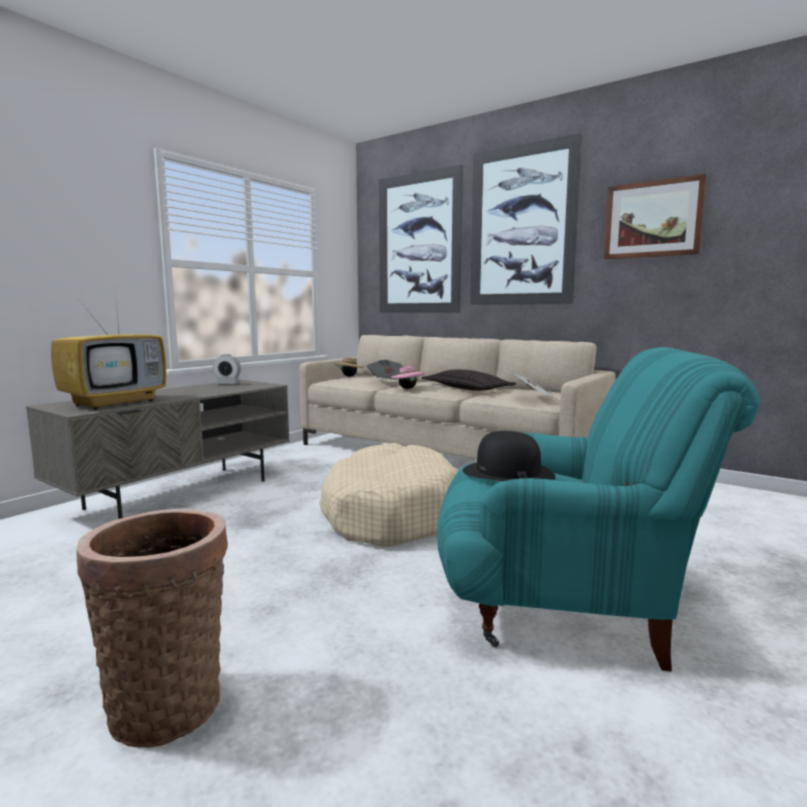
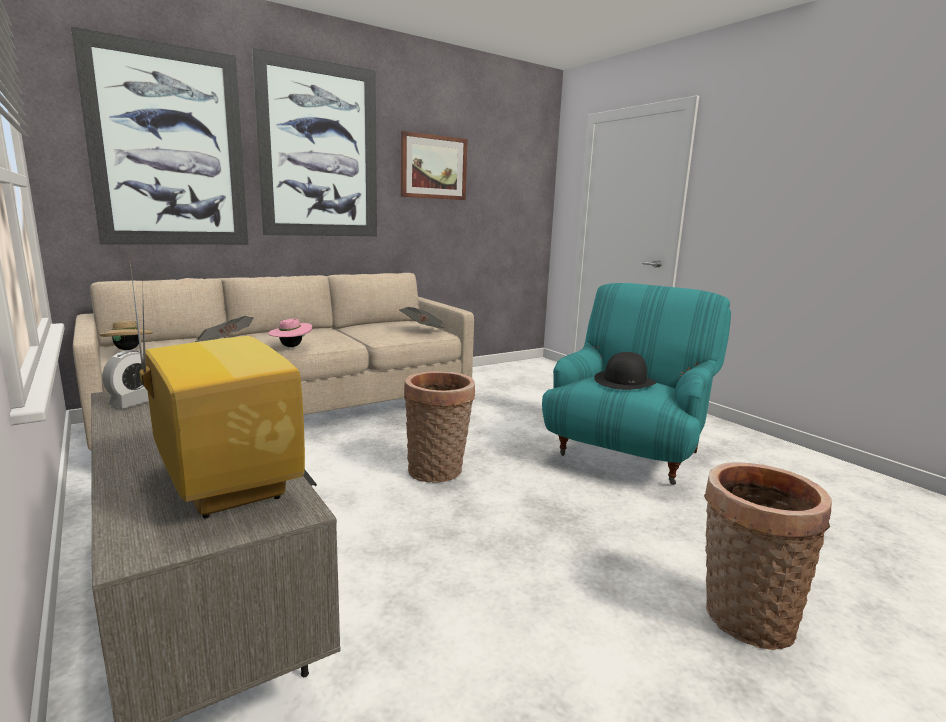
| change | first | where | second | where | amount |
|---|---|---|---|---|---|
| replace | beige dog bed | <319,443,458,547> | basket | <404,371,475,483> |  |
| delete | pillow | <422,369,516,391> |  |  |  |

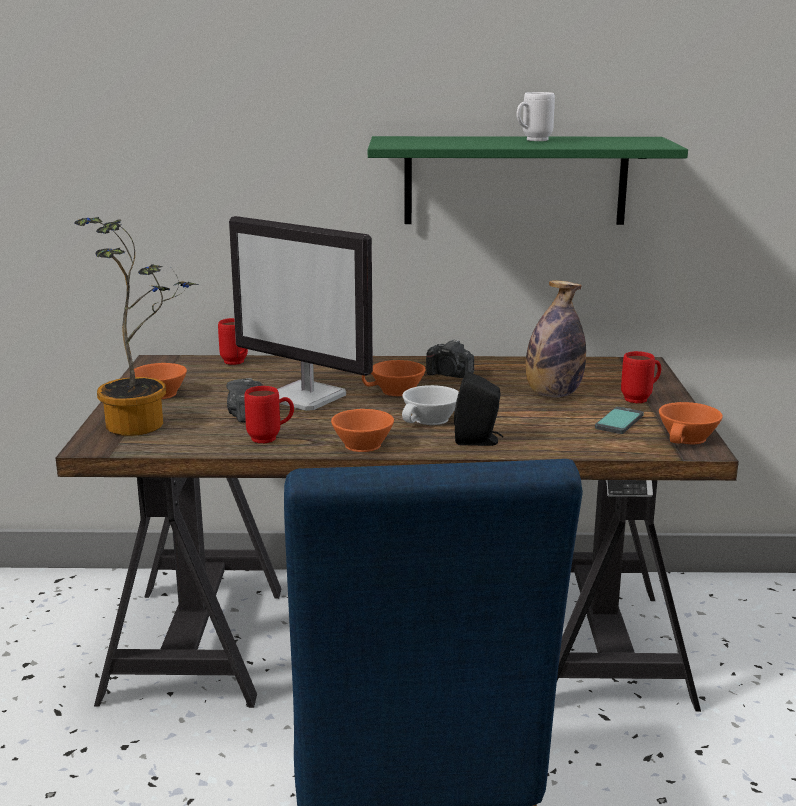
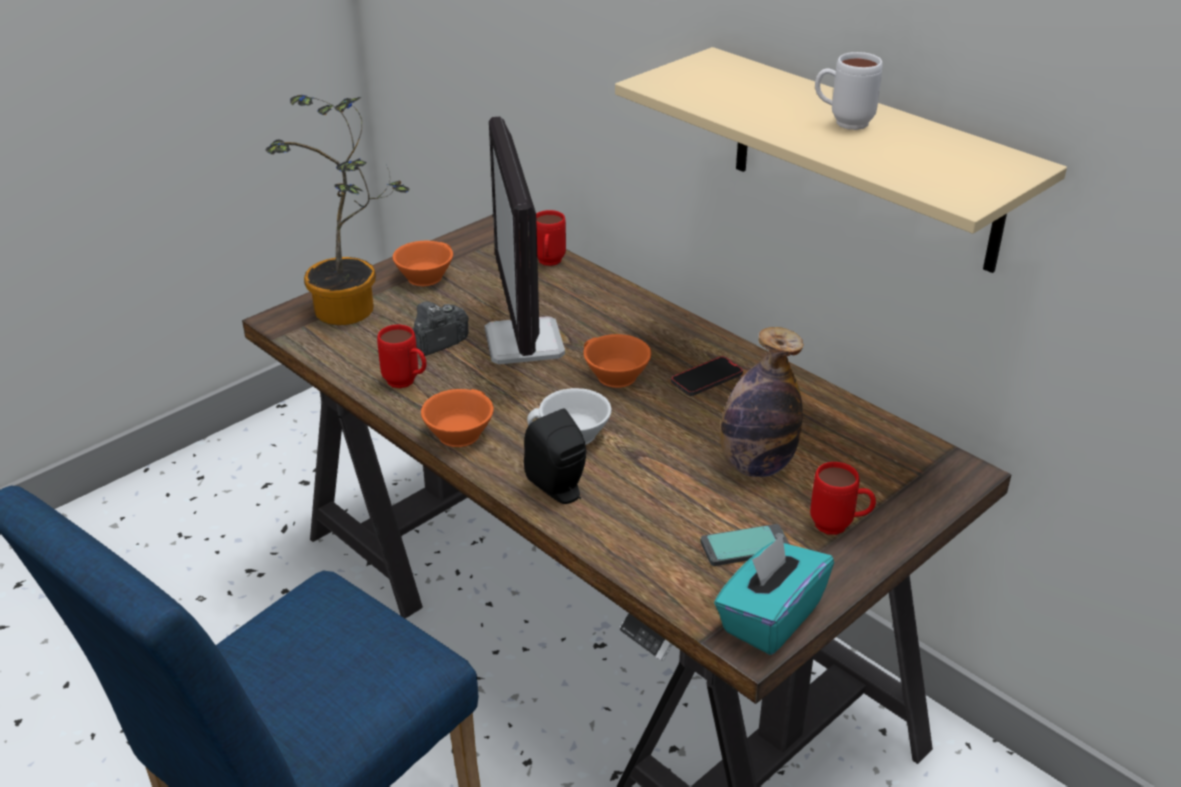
| change | first | where | second | where | amount |
|---|---|---|---|---|---|
| recolor | green shelf | <368,136,688,225> | beige shelf | <615,47,1067,273> |  |
| replace | photo camera | <426,339,474,378> | phone | <671,356,743,396> |  |
| replace | orange cup | <659,402,723,444> | turquoise tissue box | <714,534,834,655> |  |

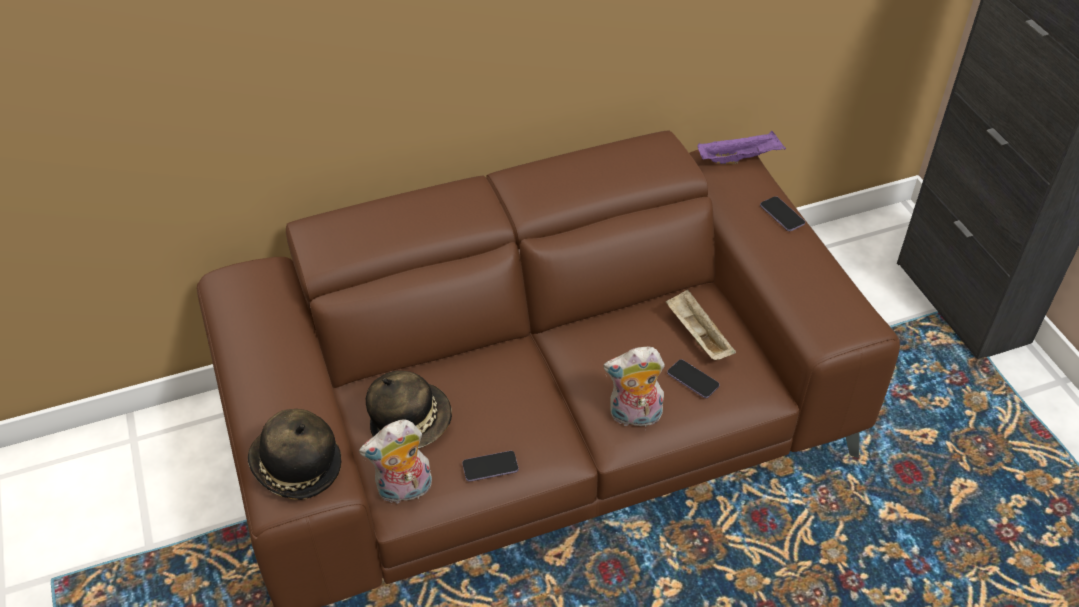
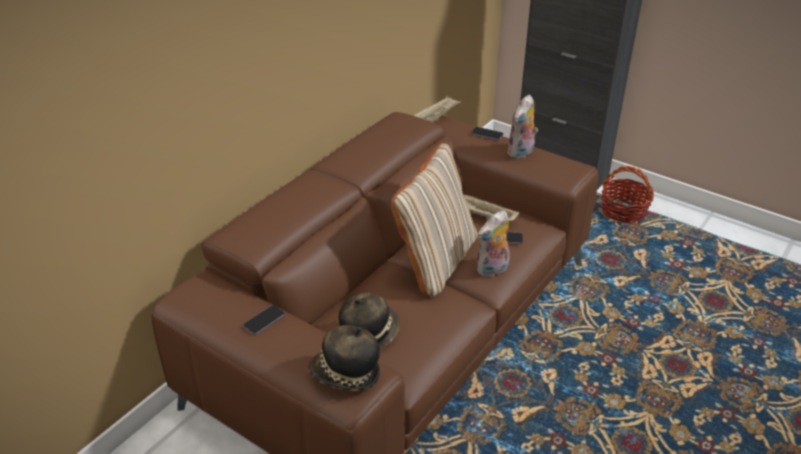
| change | first | where | second | where | amount |
|---|---|---|---|---|---|
| move | plush toy | <359,419,432,504> |  | <507,94,538,159> |  |
| move | phone | <462,451,519,482> |  | <243,305,285,335> |  |
| recolor | purple tray | <698,131,786,164> | beige tray | <414,96,461,122> |  |
| insert |  |  | beige pillow | <391,143,478,298> |  |
| insert |  |  | basket | <602,166,654,224> |  |

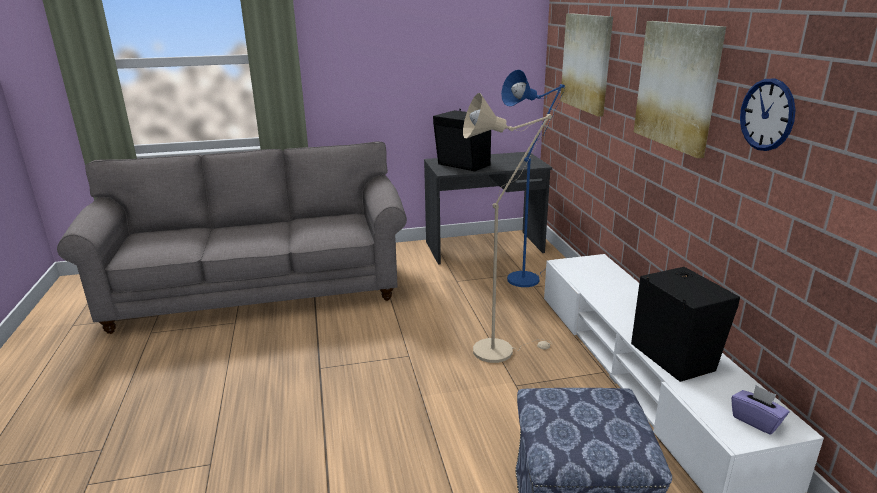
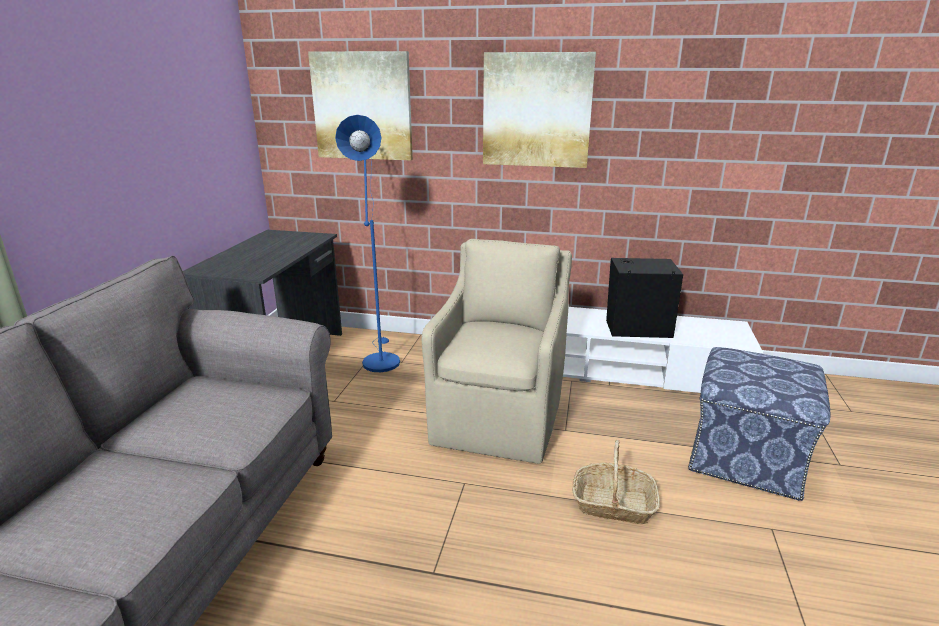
| change | first | where | second | where | amount |
|---|---|---|---|---|---|
| delete | black speaker | <433,109,491,171> |  |  |  |
| replace | beige floor lamp | <463,93,552,363> | beige armchair | <422,239,572,464> |  |
| delete | purple tissue box | <731,385,789,435> |  |  |  |
| delete | wall clock | <740,78,795,151> |  |  |  |
| insert |  |  | basket | <573,440,660,524> |  |

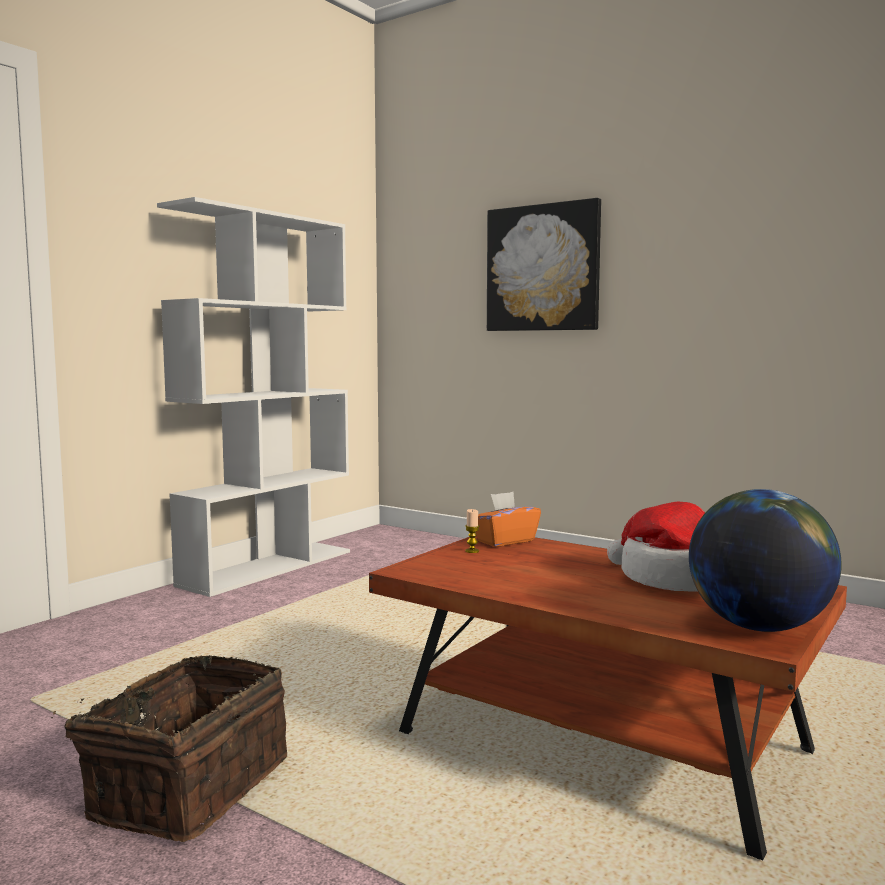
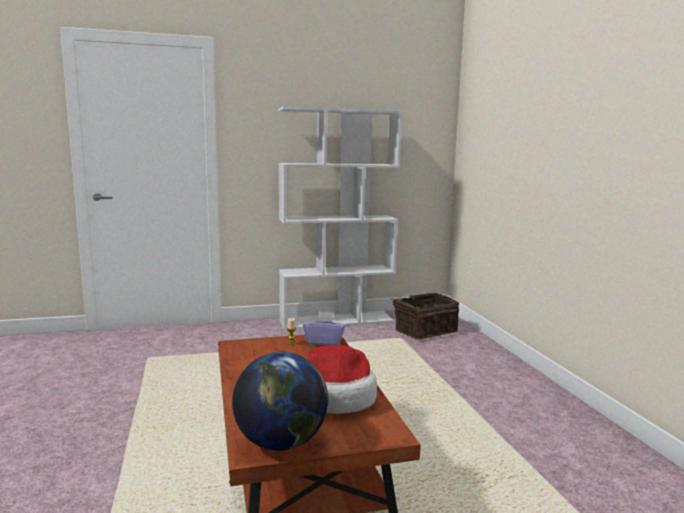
| change | first | where | second | where | amount |
|---|---|---|---|---|---|
| move | basket | <51,655,287,842> |  | <392,293,459,339> |  |
| recolor | orange tissue box | <475,492,541,547> | purple tissue box | <303,311,345,346> |  |
| delete | picture | <487,198,601,331> |  |  |  |

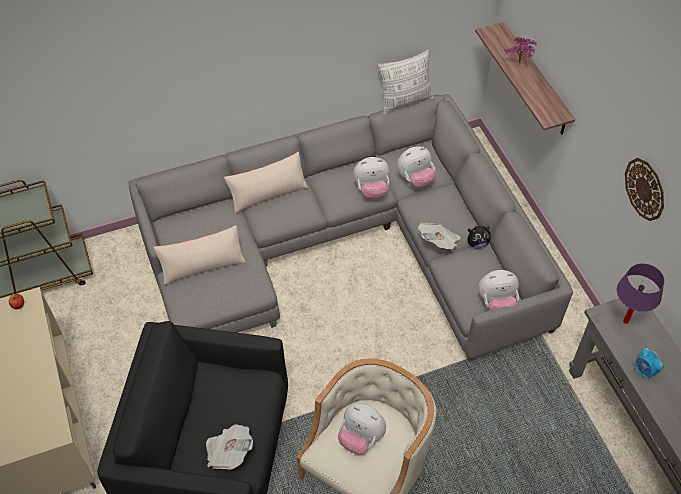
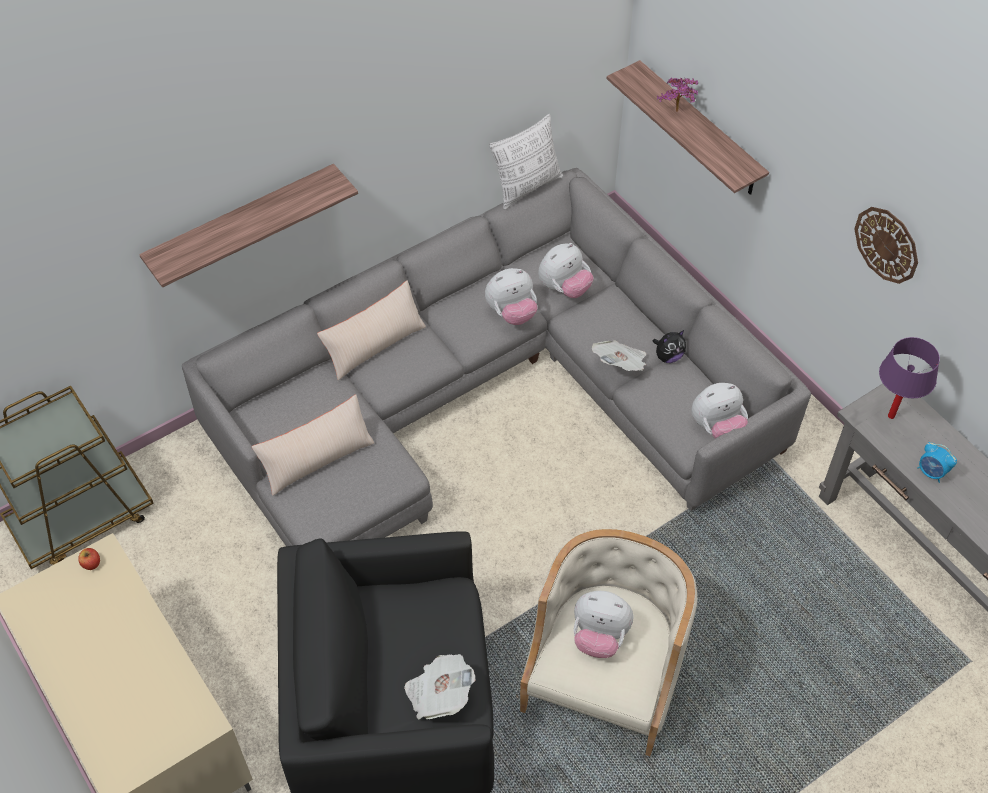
| change | first | where | second | where | amount |
|---|---|---|---|---|---|
| insert |  |  | shelf | <139,164,358,287> |  |

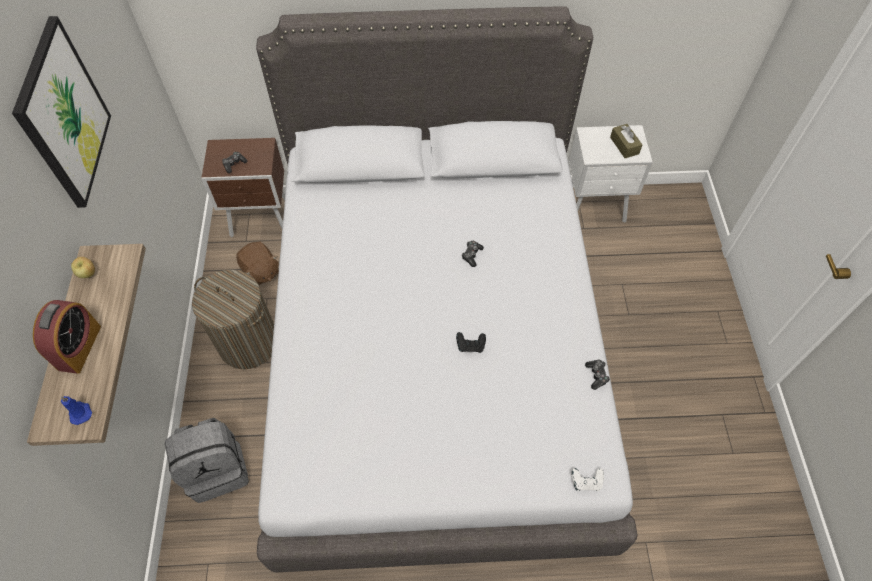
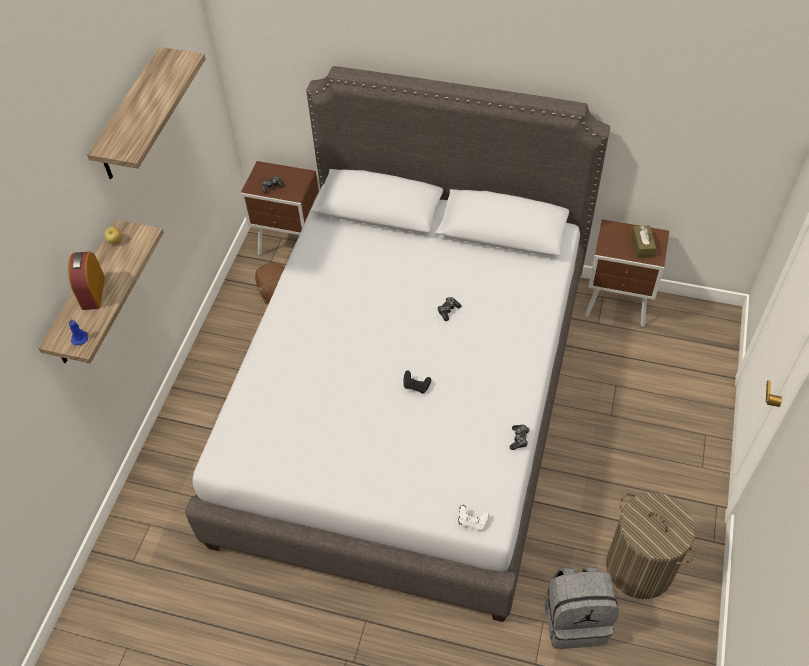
| change | first | where | second | where | amount |
|---|---|---|---|---|---|
| replace | picture | <12,16,111,208> | shelf | <87,47,206,179> |  |
| rotate | alarm clock | <33,300,101,374> |  | <68,251,105,310> | 150 degrees clockwise |
| move | grey backpack | <165,418,249,503> |  | <545,567,619,649> |  |
| move | laundry basket | <192,270,274,369> |  | <606,492,696,599> |  |
| recolor | white nightstand | <569,125,653,223> | brown nightstand | <585,219,669,327> |  |

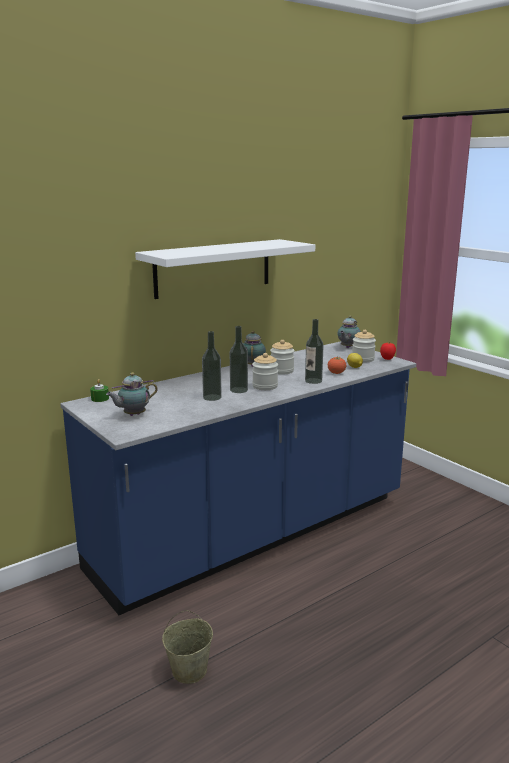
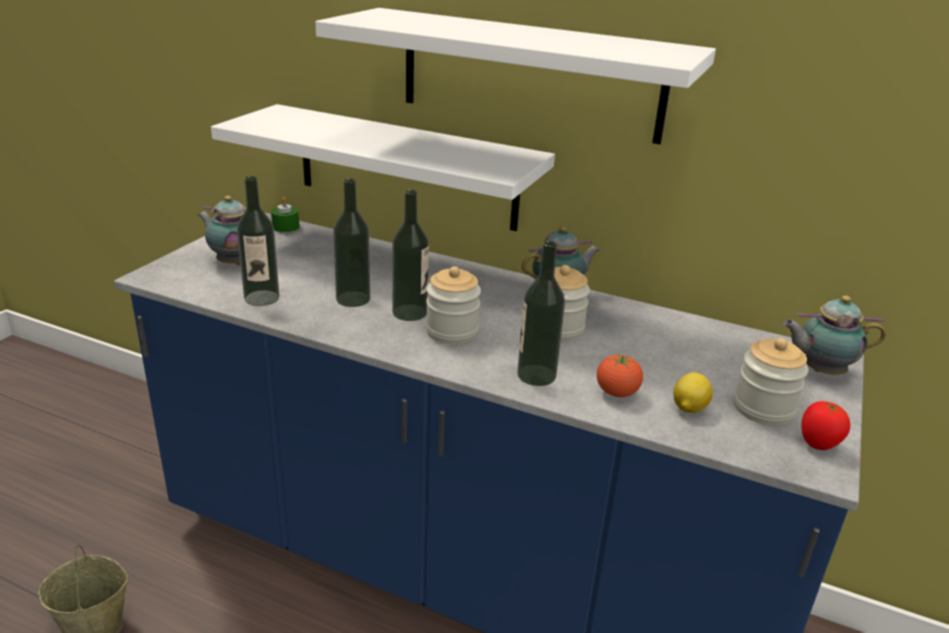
| change | first | where | second | where | amount |
|---|---|---|---|---|---|
| insert |  |  | white shelf | <211,104,555,231> |  |
| insert |  |  | bottle | <237,176,279,306> |  |

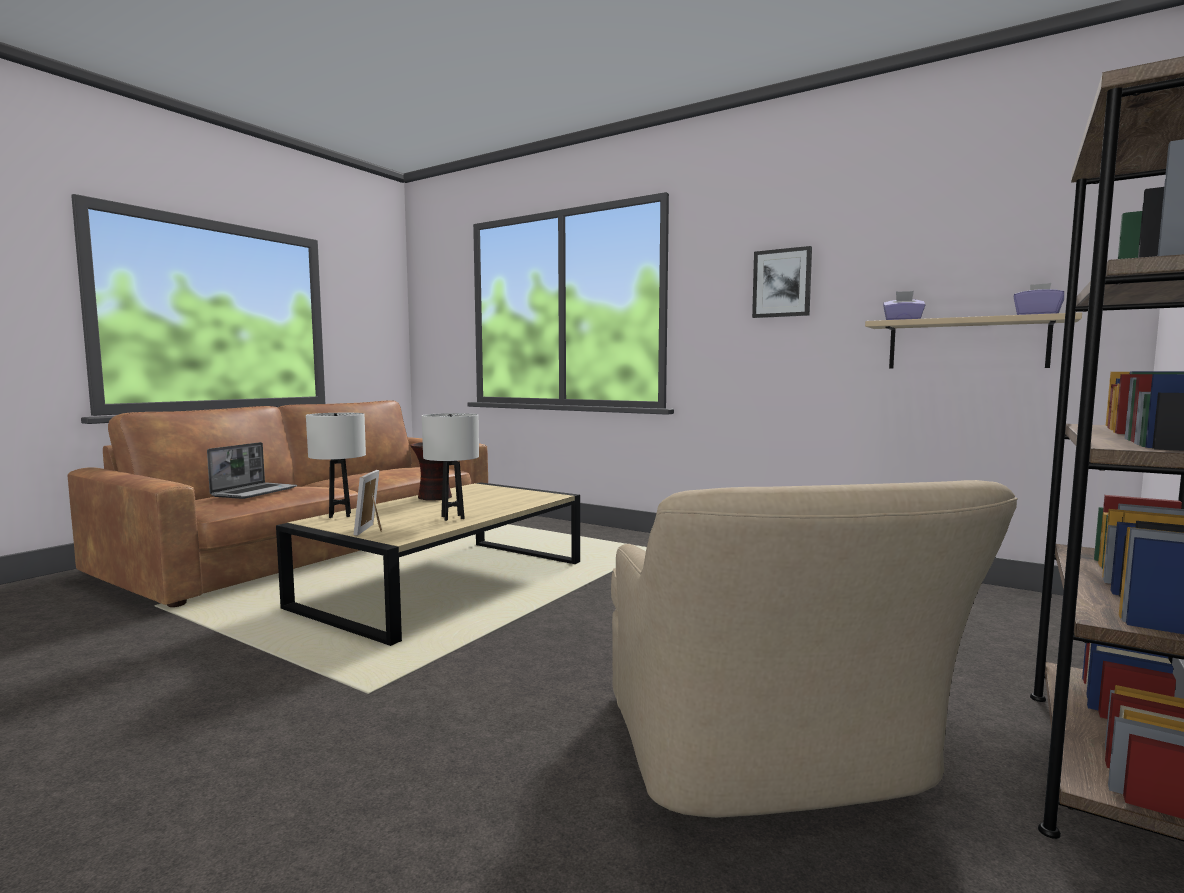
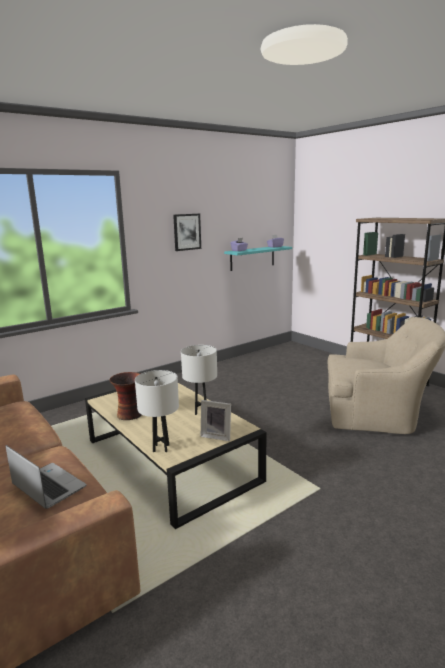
| change | first | where | second | where | amount |
|---|---|---|---|---|---|
| recolor | beige shelf | <865,312,1082,368> | turquoise shelf | <224,246,292,271> |  |

